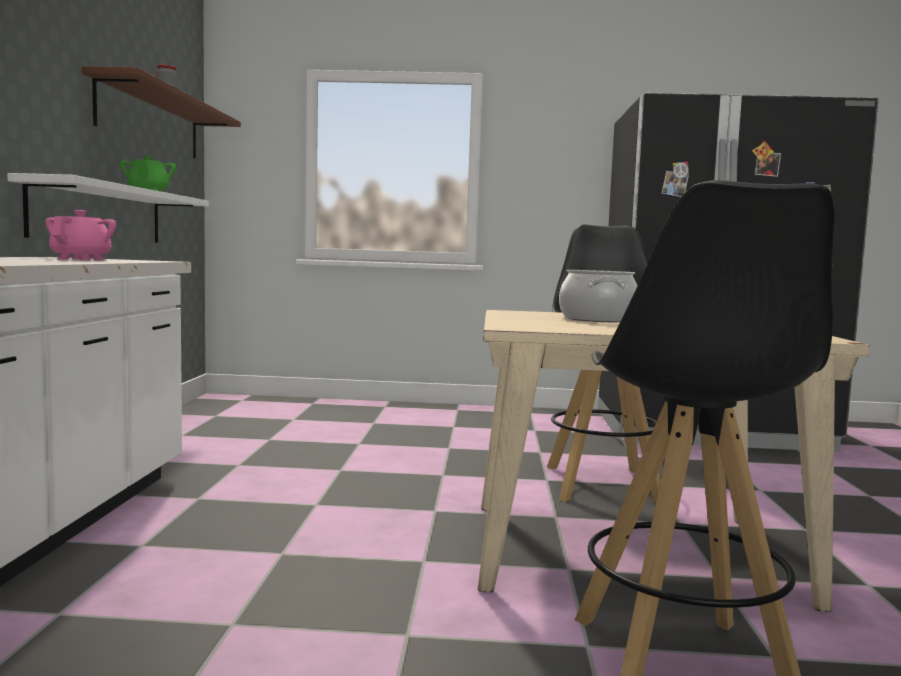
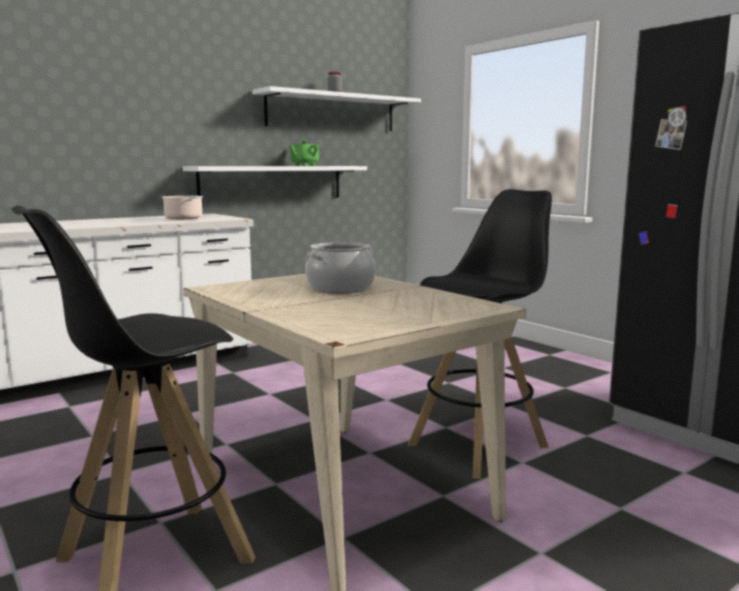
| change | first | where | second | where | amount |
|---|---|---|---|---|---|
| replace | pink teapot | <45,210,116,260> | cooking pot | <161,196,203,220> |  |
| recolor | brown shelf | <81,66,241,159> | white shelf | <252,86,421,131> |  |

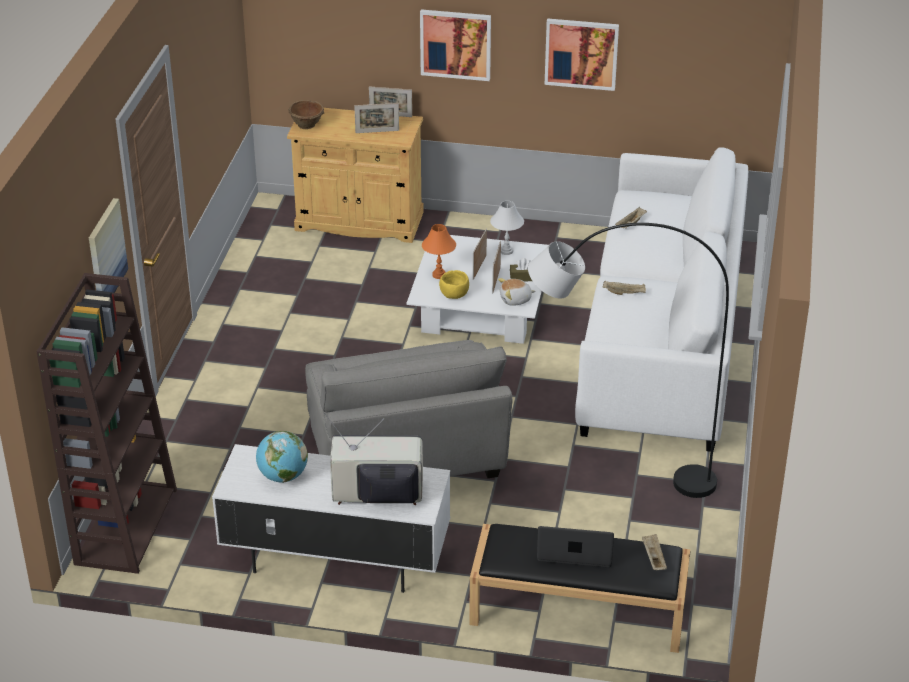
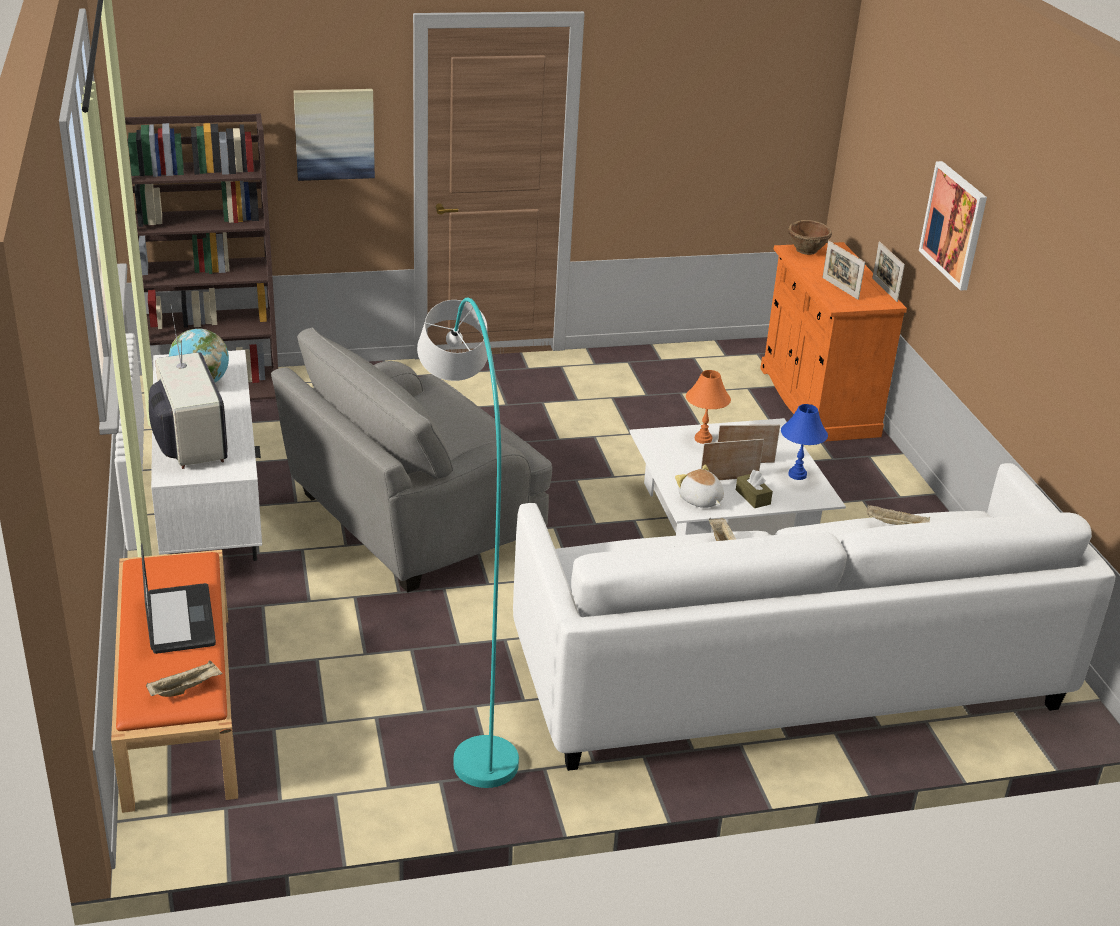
| change | first | where | second | where | amount |
|---|---|---|---|---|---|
| recolor | beige cabinet | <287,108,423,243> | orange cabinet | <760,242,907,442> |  |
| delete | yellow bowl | <439,270,469,299> |  |  |  |
| recolor | black bench | <469,524,691,653> | orange bench | <111,550,238,813> |  |
| recolor | white table lamp | <490,201,524,255> | blue table lamp | <781,404,828,480> |  |
| recolor | black floor lamp | <528,223,729,498> | turquoise floor lamp | <417,298,519,788> |  |
| delete | picture | <545,18,619,91> |  |  |  |

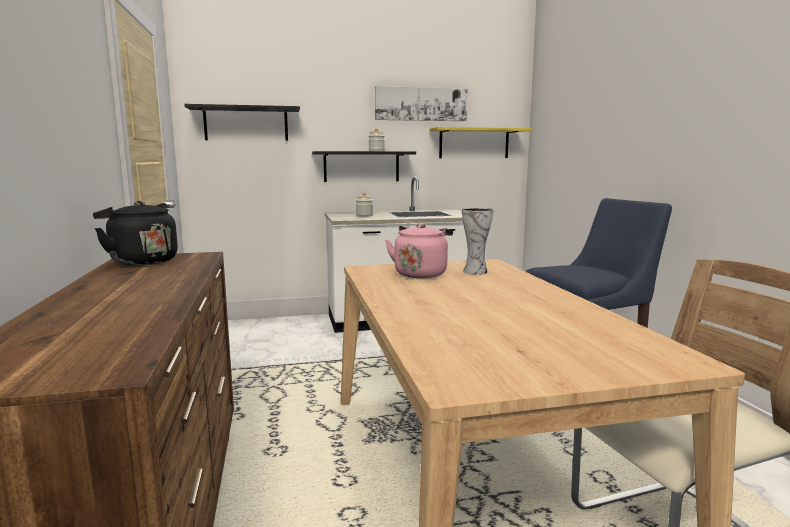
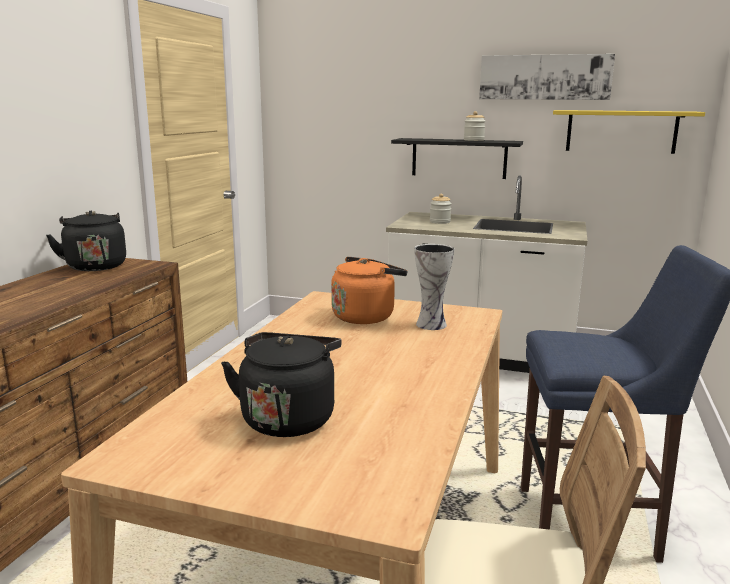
| change | first | where | second | where | amount |
|---|---|---|---|---|---|
| delete | black shelf | <185,104,300,141> |  |  |  |
| recolor | pink kettle | <385,224,453,278> | orange kettle | <331,257,408,324> |  |
| insert |  |  | black kettle | <221,332,342,437> |  |

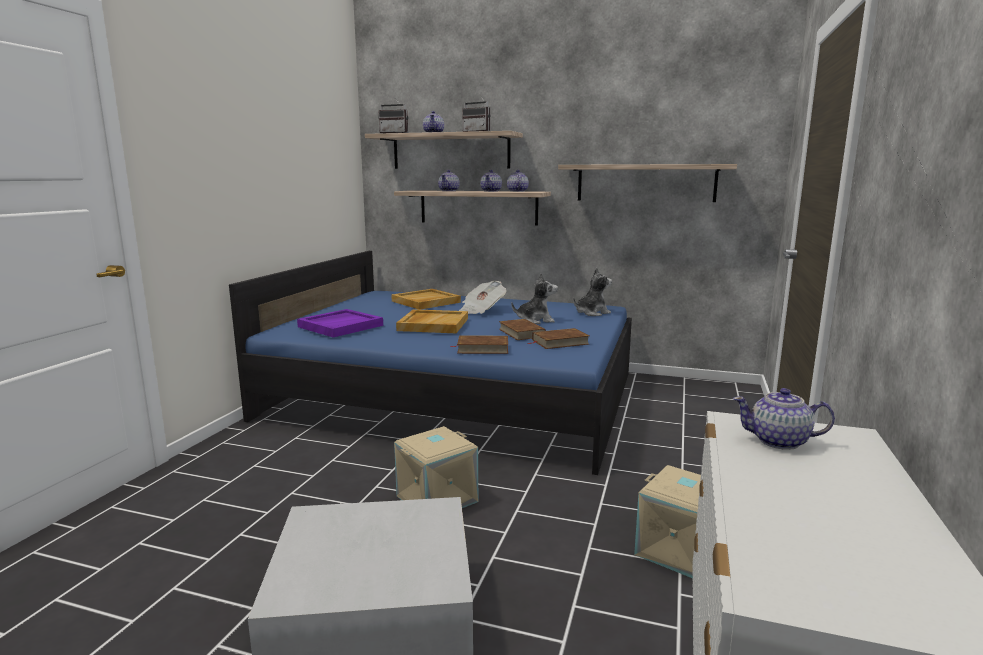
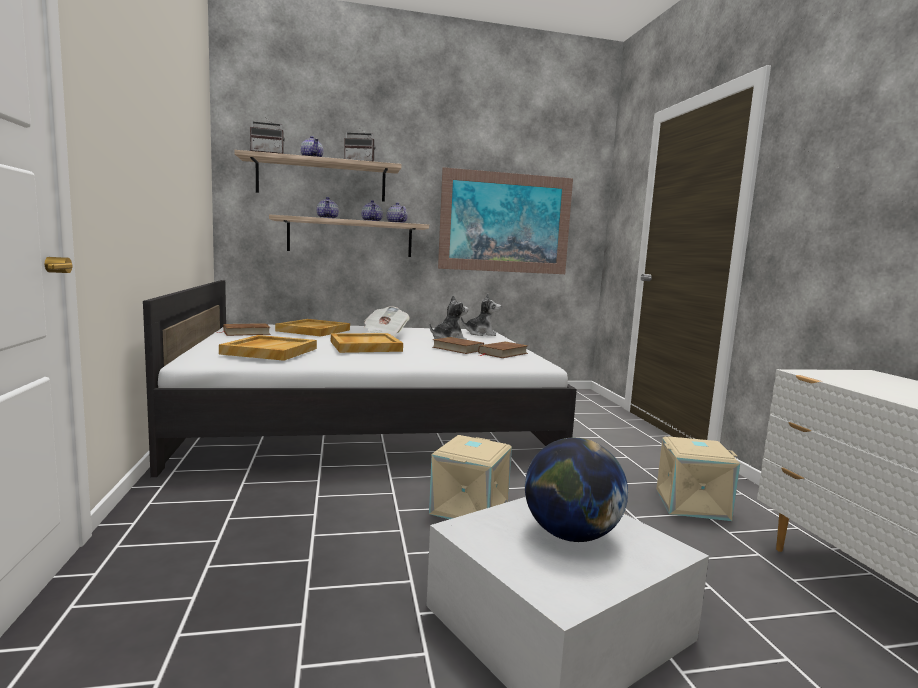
| change | first | where | second | where | amount |
|---|---|---|---|---|---|
| recolor | blue bed | <229,251,632,475> | white bed | <143,280,577,477> |  |
| recolor | purple tray | <297,309,383,338> | beige tray | <219,335,317,361> |  |
| move | brown book | <450,336,508,354> |  | <218,323,271,336> |  |
| replace | shelf | <558,164,737,202> | picture | <438,167,573,274> |  |
| rotate | plush toy | <573,268,612,316> |  | <461,293,501,336> | 60 degrees clockwise |
| delete | teapot | <733,388,835,450> |  |  |  |
| insert |  |  | globe | <525,438,628,542> |  |

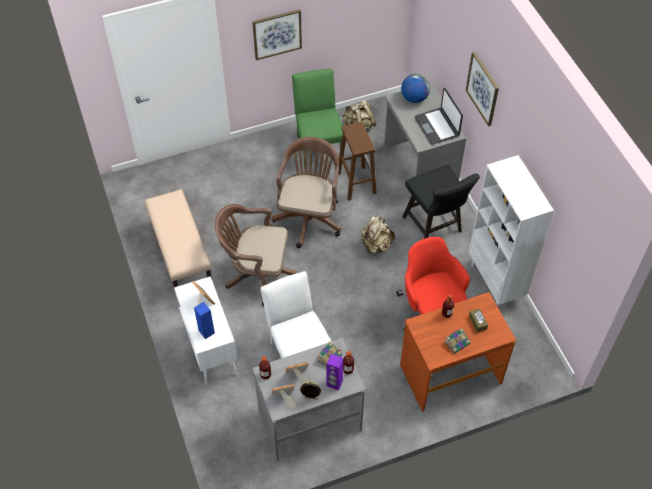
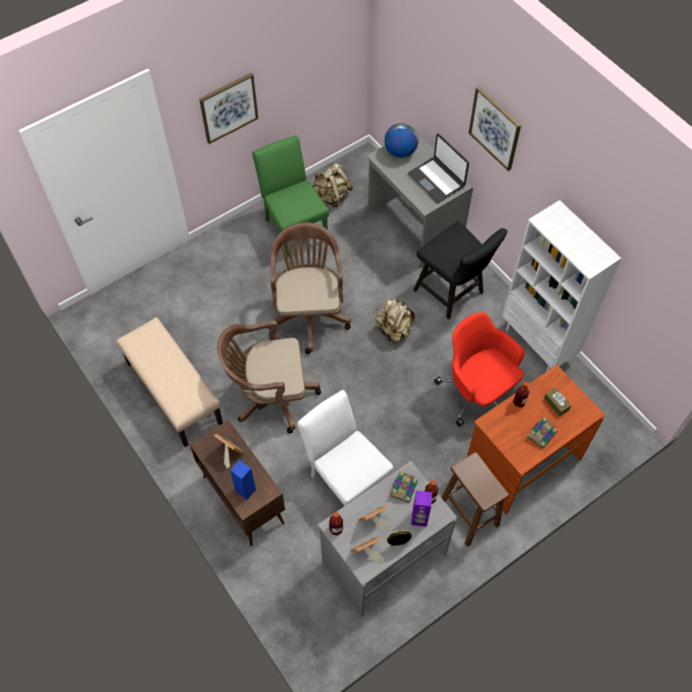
| change | first | where | second | where | amount |
|---|---|---|---|---|---|
| recolor | white cabinet | <174,276,238,385> | brown cabinet | <189,420,285,546> |  |
| move | brown stool | <338,122,377,201> |  | <441,452,509,547> |  |

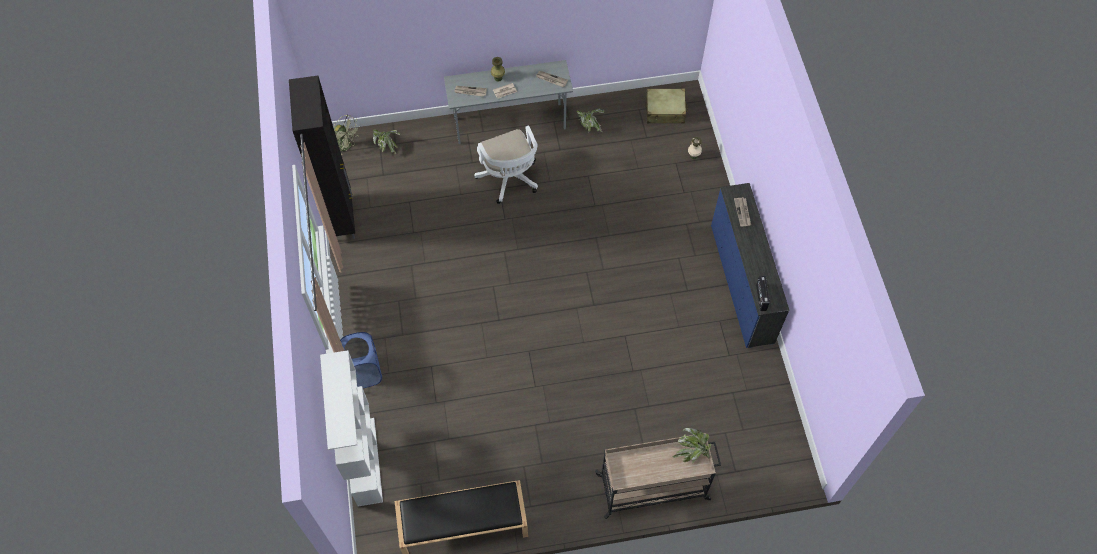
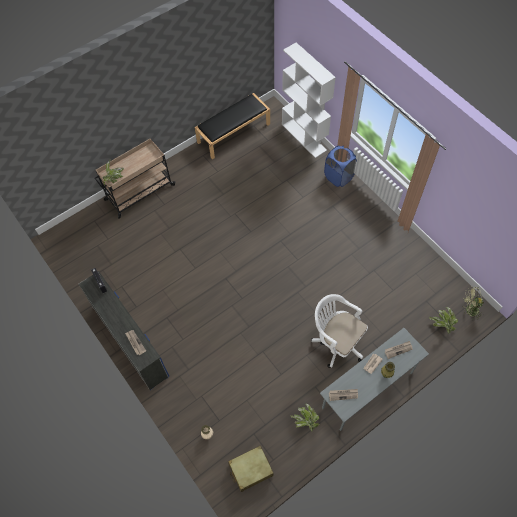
| change | first | where | second | where | amount |
|---|---|---|---|---|---|
| delete | black cabinet | <289,76,355,239> |  |  |  |

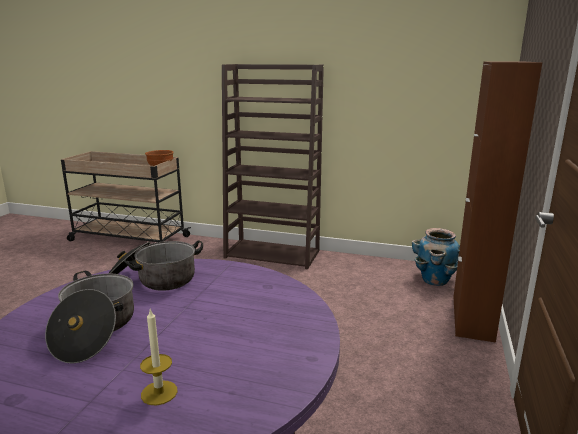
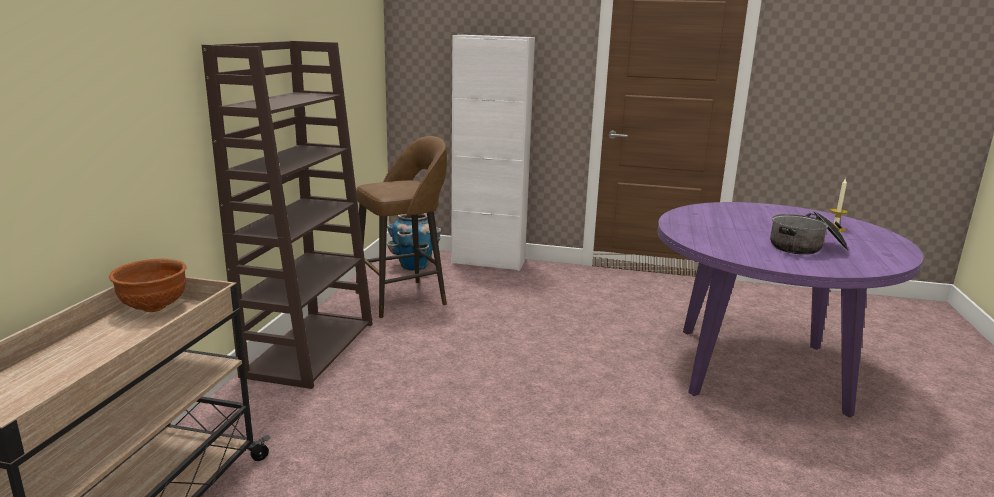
| change | first | where | second | where | amount |
|---|---|---|---|---|---|
| delete | cooking pot | <109,240,203,291> |  |  |  |
| recolor | brown cabinet | <453,61,542,343> | white cabinet | <451,35,535,271> |  |
| insert |  |  | brown stool | <355,136,447,318> |  |

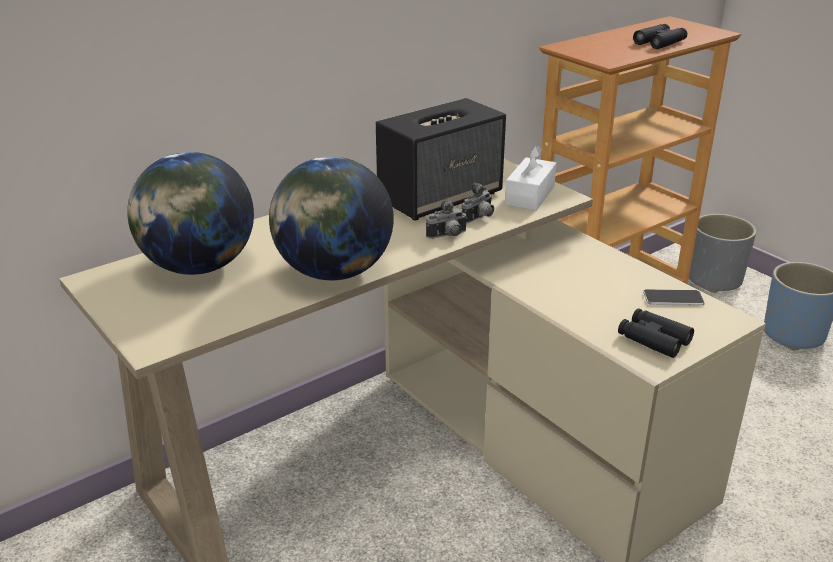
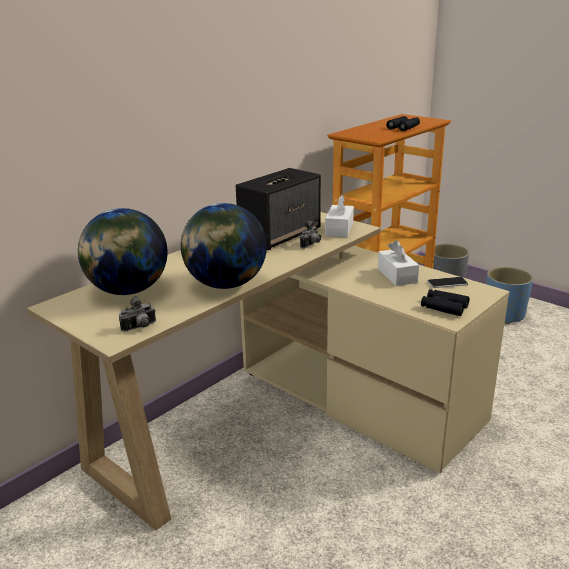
| change | first | where | second | where | amount |
|---|---|---|---|---|---|
| move | photo camera | <426,198,468,239> |  | <119,296,156,331> |  |
| insert |  |  | white tissue box | <378,240,419,286> |  |

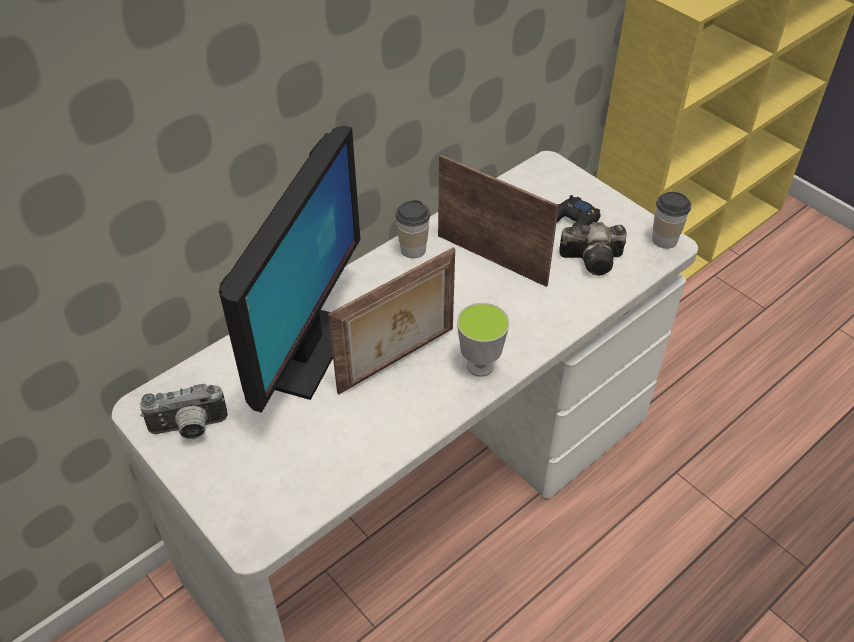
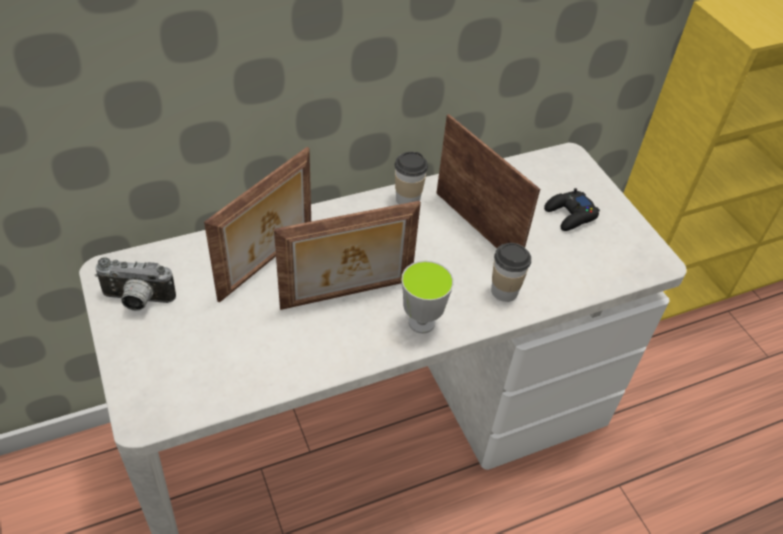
| change | first | where | second | where | amount |
|---|---|---|---|---|---|
| replace | monitor | <219,126,360,413> | picture frame | <204,147,311,303> |  |
| delete | photo camera | <559,222,627,276> |  |  |  |
| move | cup | <652,191,691,249> |  | <491,243,531,302> |  |

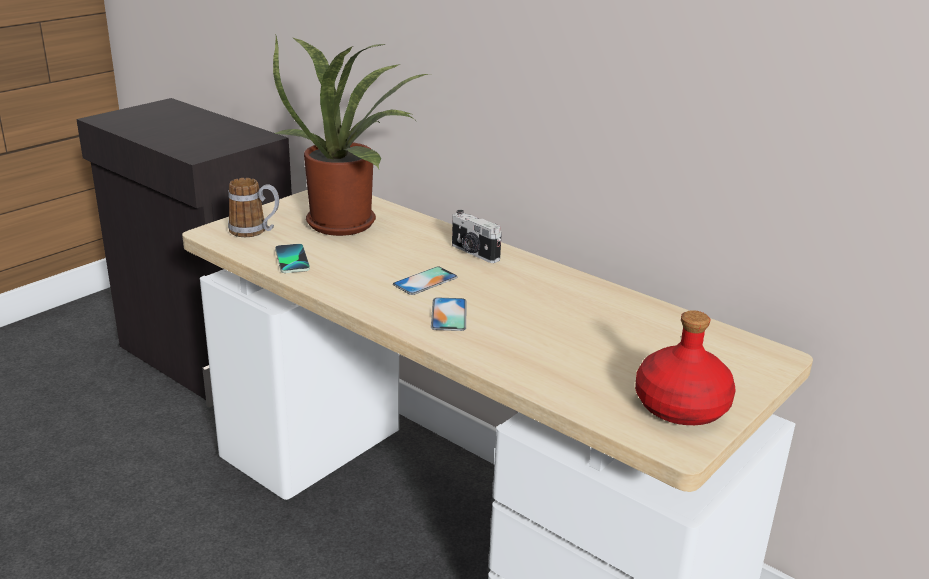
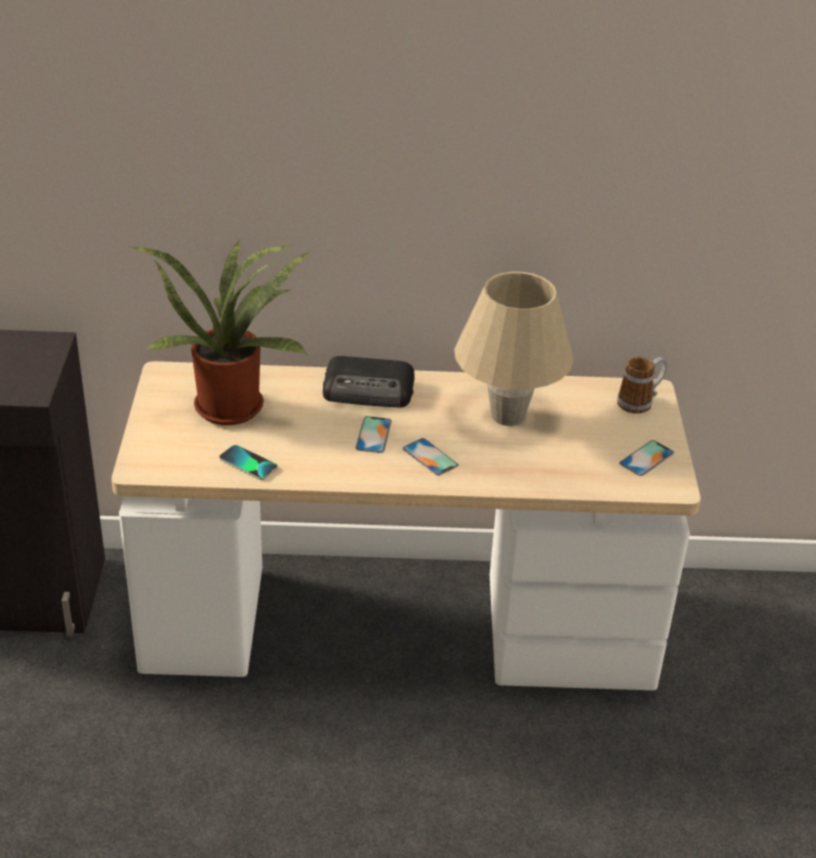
| change | first | where | second | where | amount |
|---|---|---|---|---|---|
| move | mug | <228,178,279,237> |  | <617,357,667,414> |  |
| replace | photo camera | <452,210,502,263> | radio | <323,356,414,408> |  |
| replace | red bottle | <635,310,736,425> | phone | <619,440,674,476> |  |
| insert |  |  | beige table lamp | <454,272,574,426> |  |

